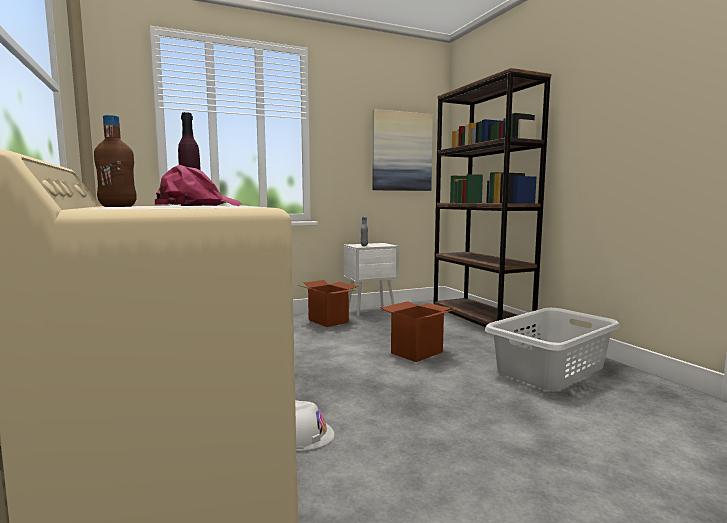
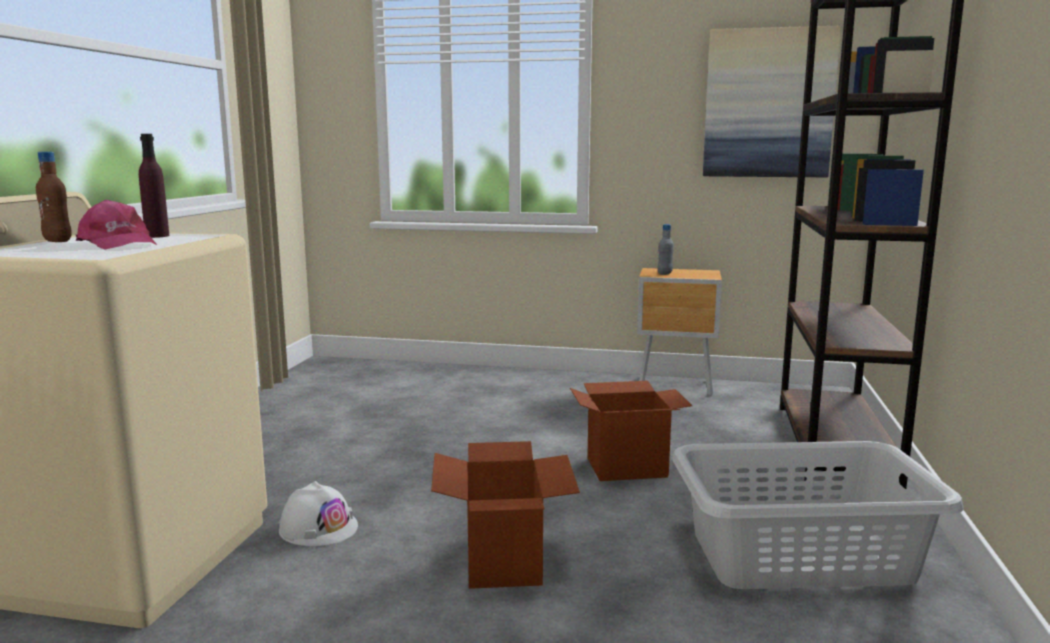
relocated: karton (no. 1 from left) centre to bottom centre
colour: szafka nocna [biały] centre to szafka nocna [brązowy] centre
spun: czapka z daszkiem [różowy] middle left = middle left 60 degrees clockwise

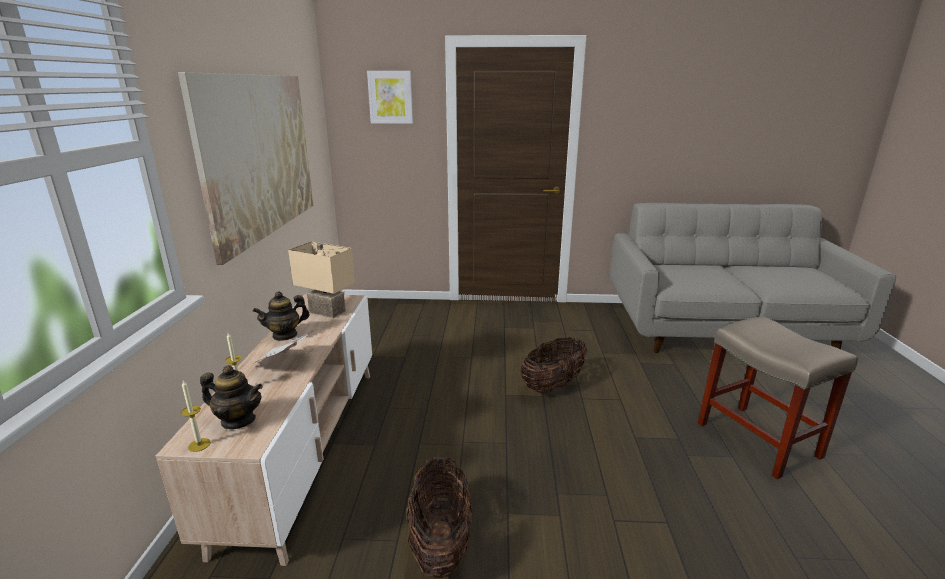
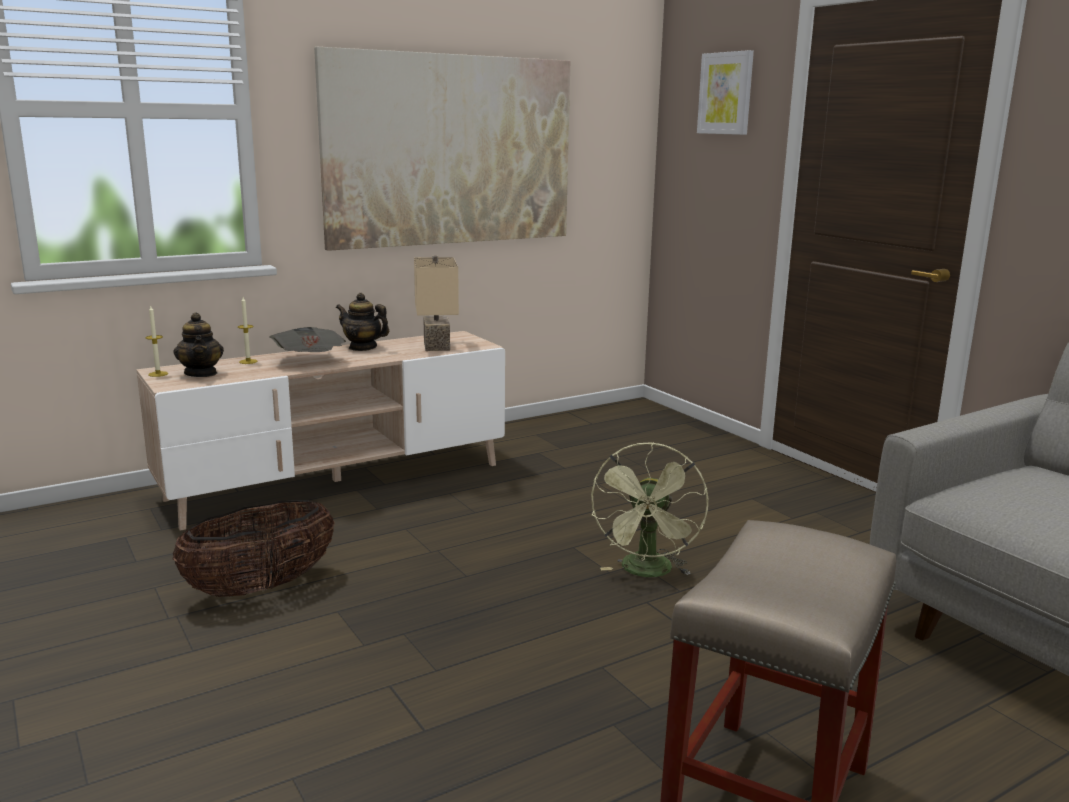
exchanged: koszyk (no. 2 from left) centre to wentylator [zielony] centre

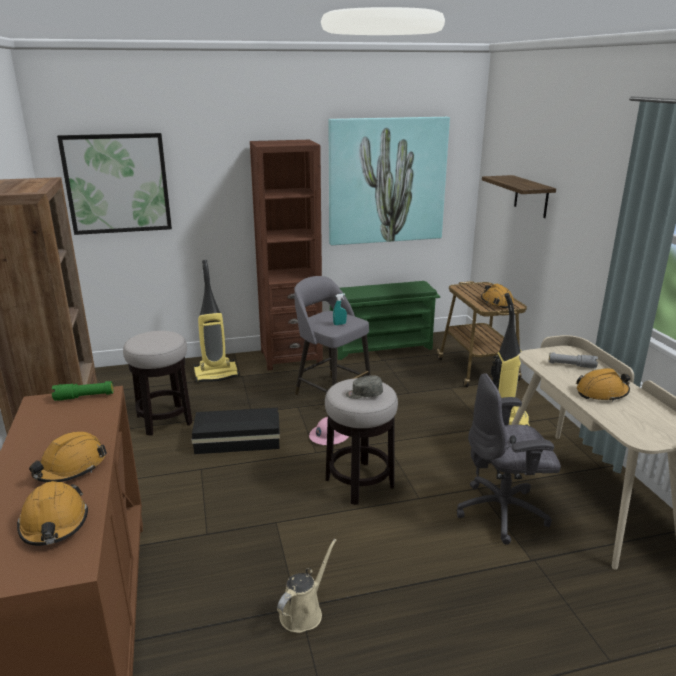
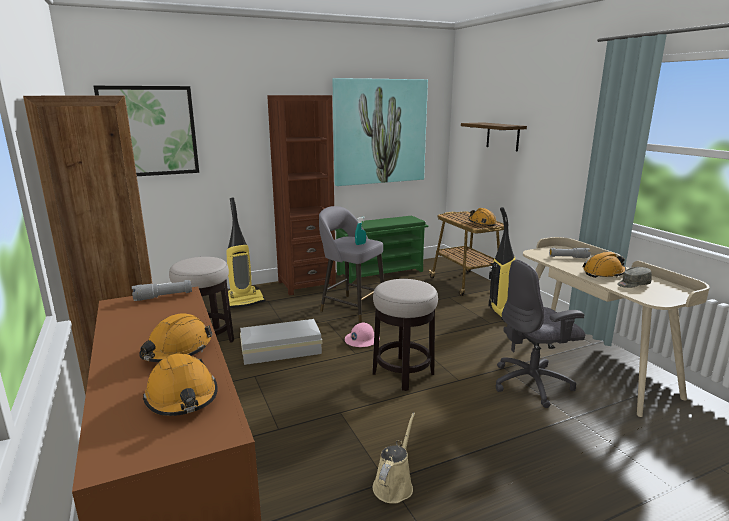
relocated: czapka z daszkiem [szary] centre to middle right
colour: latarka [zielony] middle left to latarka [szary] (no. 1 from left) middle left; pojemnik do przechowywania [czarny] centre to pojemnik do przechowywania [biały] centre

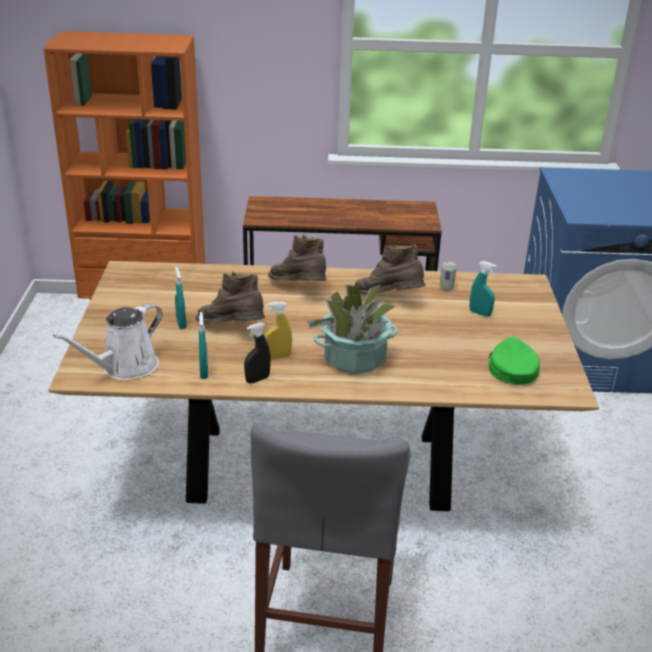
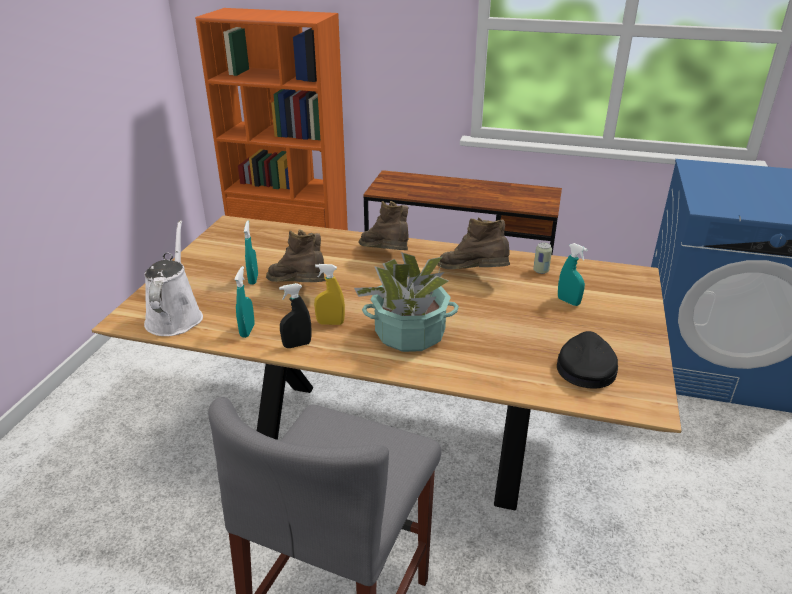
colour: czapka z daszkiem [zielony] middle right to czapka z daszkiem [czarny] middle right
spun: konewka [biały] middle left = middle left 120 degrees clockwise

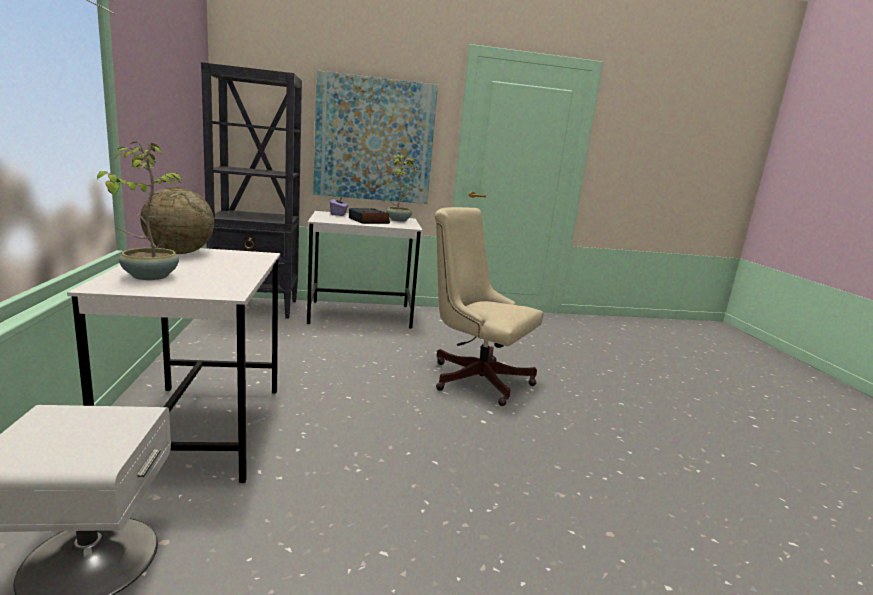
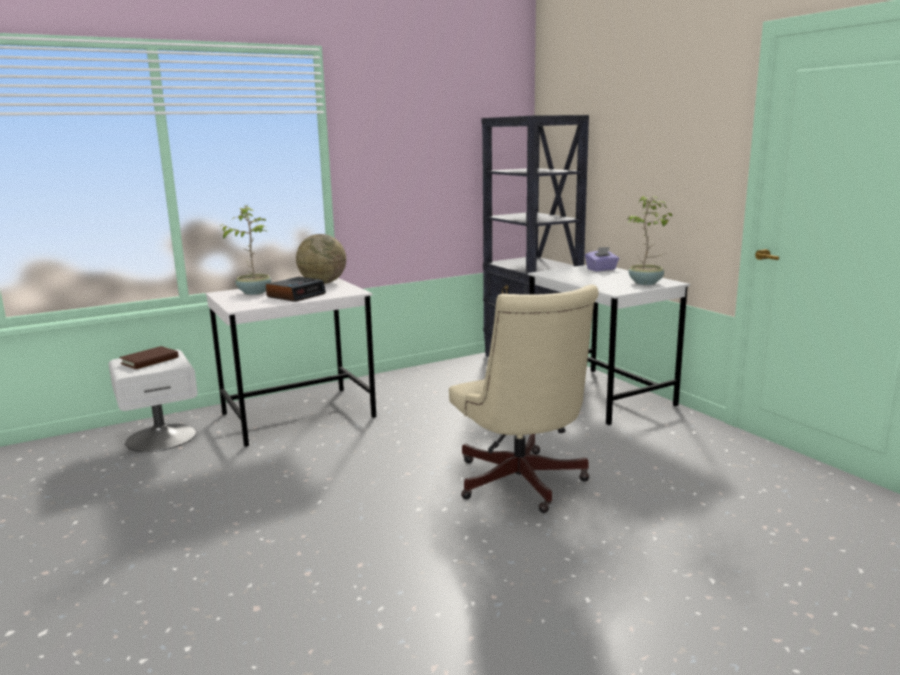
missing: obraz top centre
appeared: książka [brązowy] middle left
relocated: budzik centre to middle left
spun: krzesło biurowe [beżowy] centre = centre 150 degrees clockwise

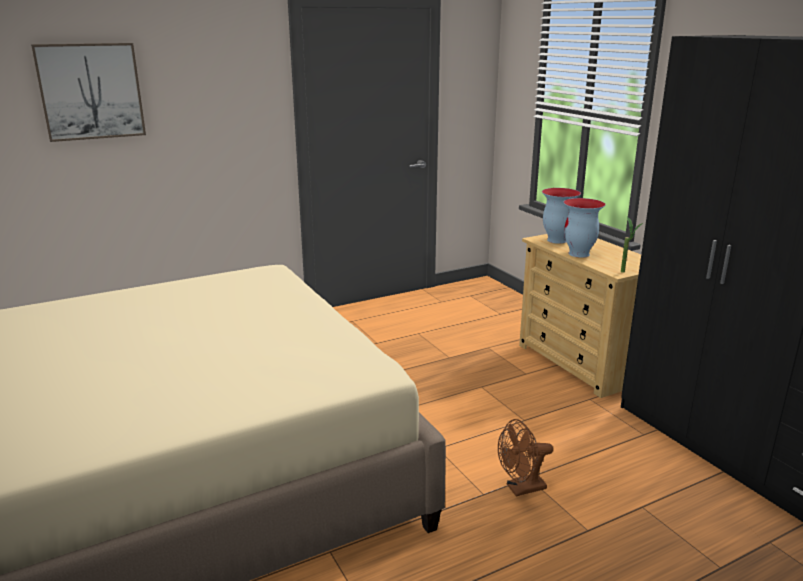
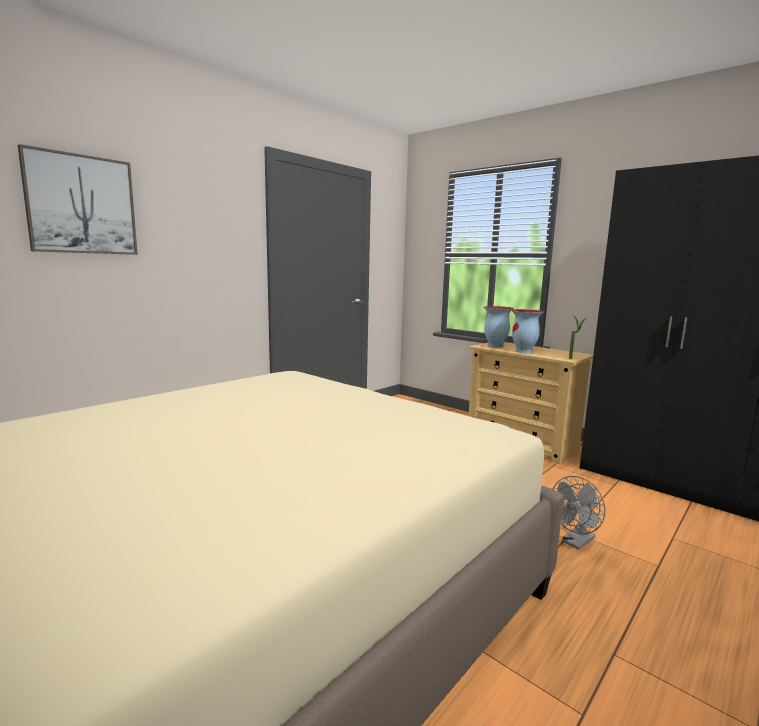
colour: wentylator [brązowy] bottom centre to wentylator [szary] bottom right

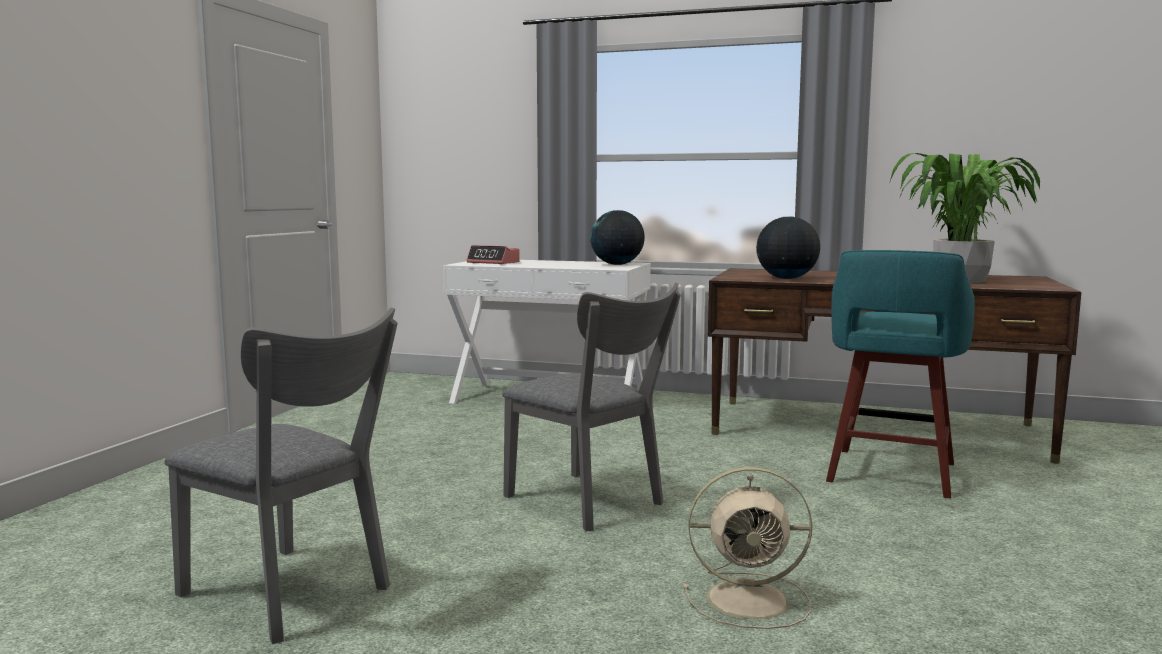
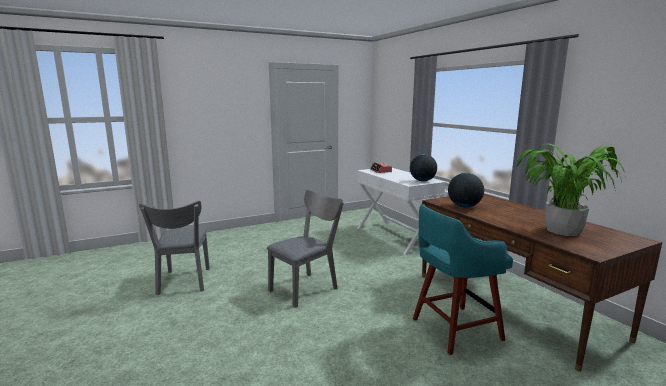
missing: wentylator [beżowy] bottom centre
spun: krzesło [szary] (no. 2 from left) centre = centre 135 degrees counterclockwise

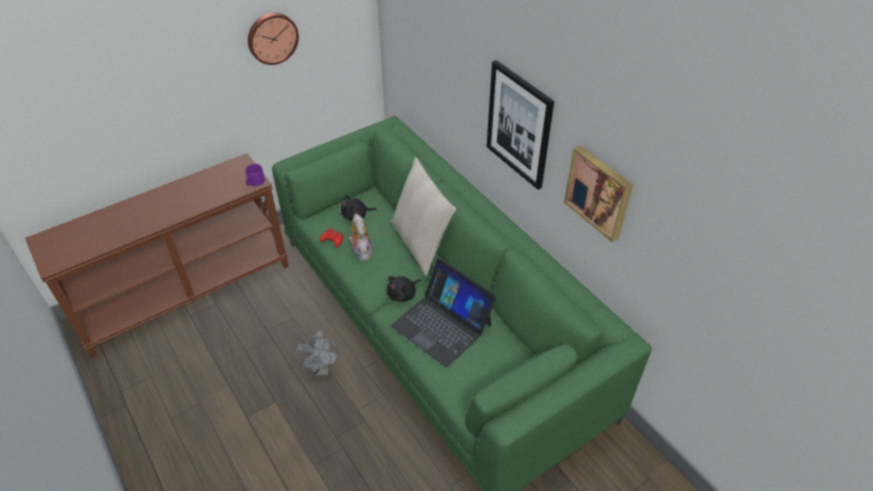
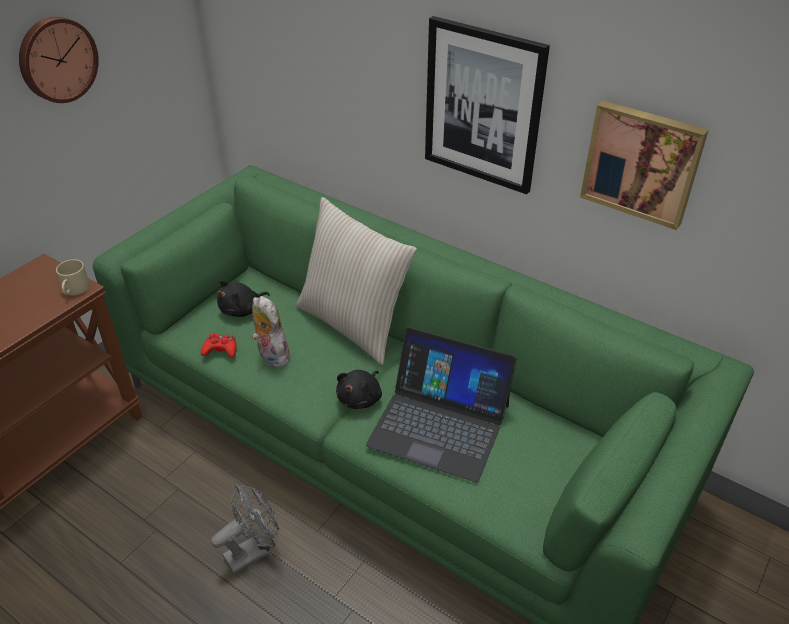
colour: kubek [fioletowy] middle left to kubek [beżowy] middle left
spun: wentylator [szary] bottom centre = bottom left 105 degrees counterclockwise

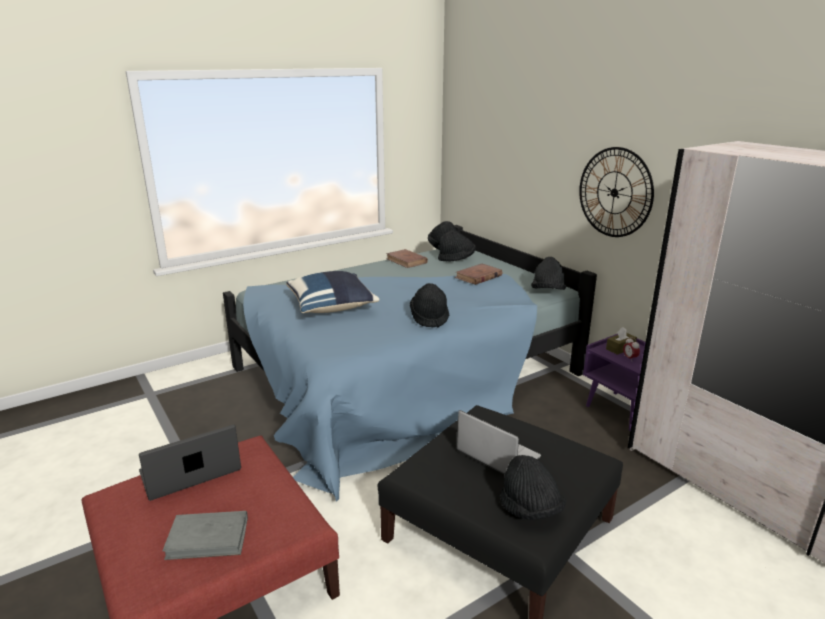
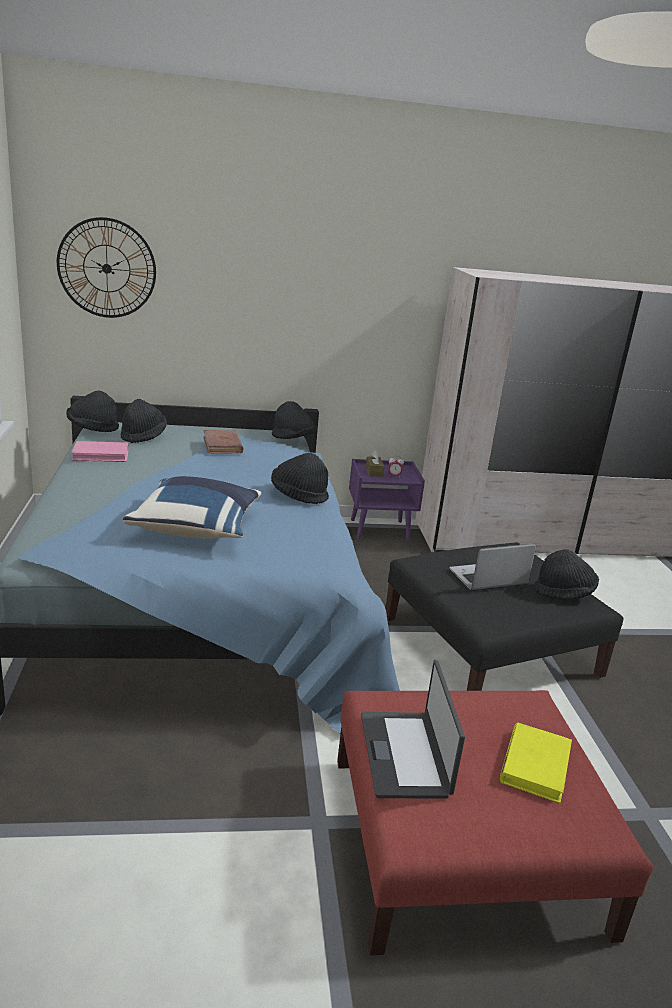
relocated: zegar ścienny top right to top left
colour: książka [brązowy] (no. 1 from left) centre to książka [różowy] middle left; książka [szary] bottom left to książka [żółty] bottom right

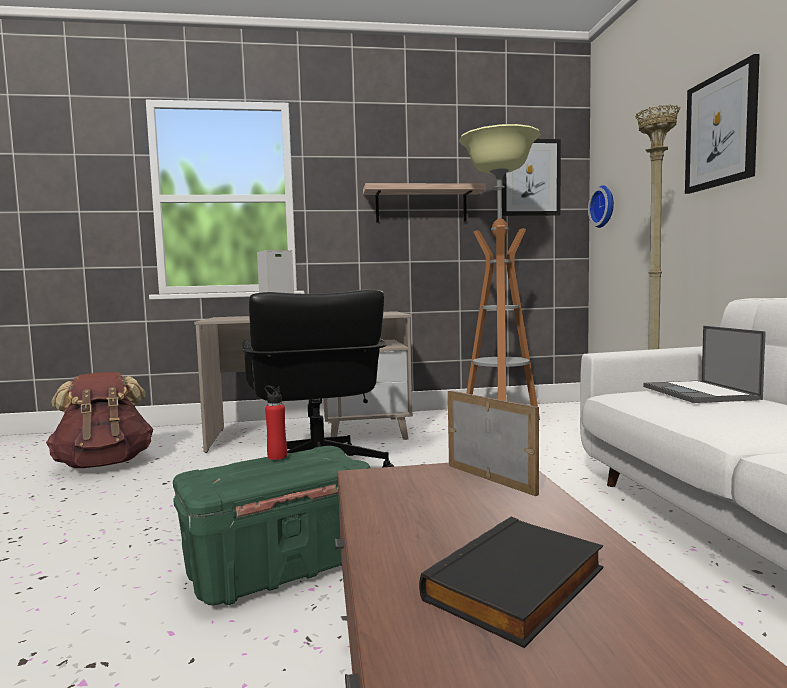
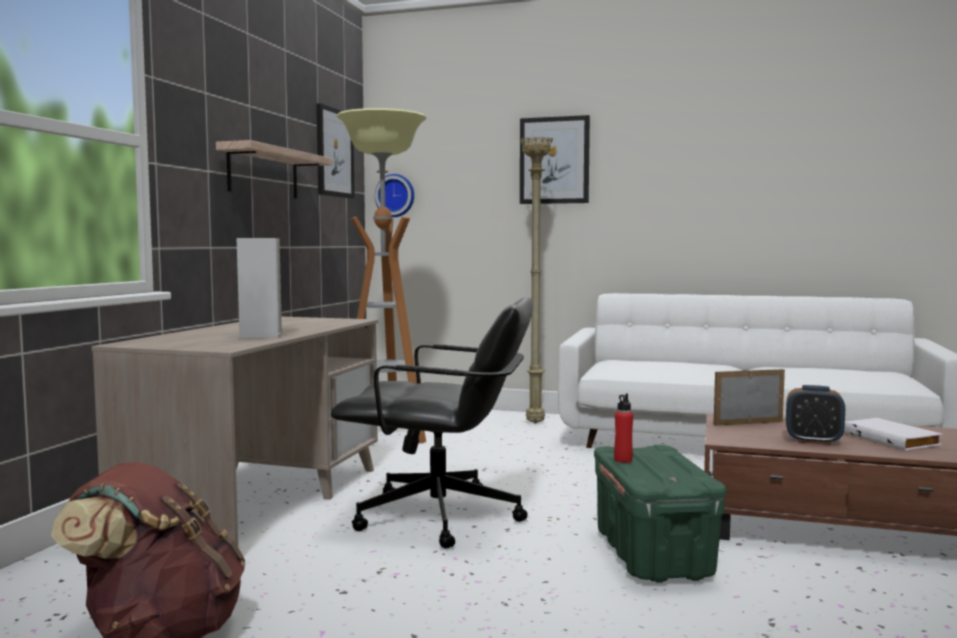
missing: laptop middle right
appeared: budzik middle right
colour: książka [czarny] bottom centre to książka [biały] bottom right

